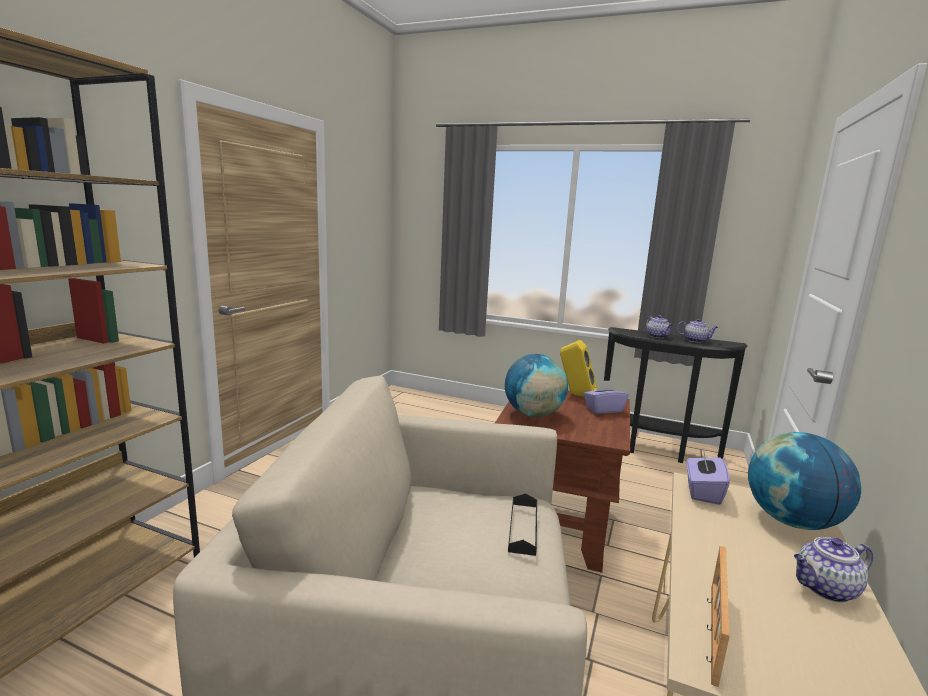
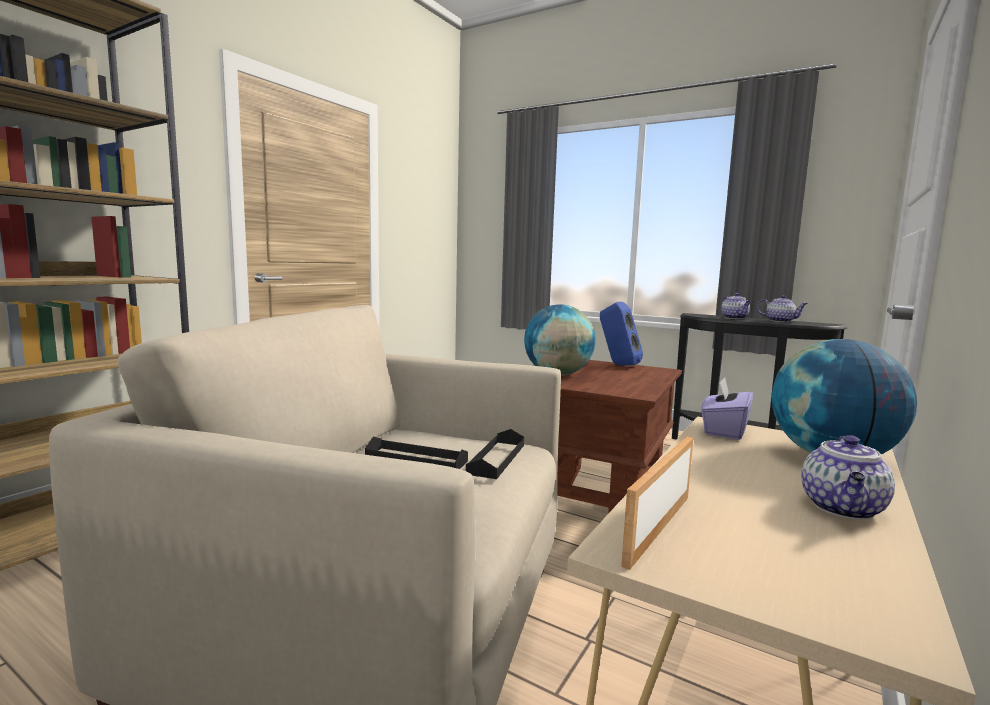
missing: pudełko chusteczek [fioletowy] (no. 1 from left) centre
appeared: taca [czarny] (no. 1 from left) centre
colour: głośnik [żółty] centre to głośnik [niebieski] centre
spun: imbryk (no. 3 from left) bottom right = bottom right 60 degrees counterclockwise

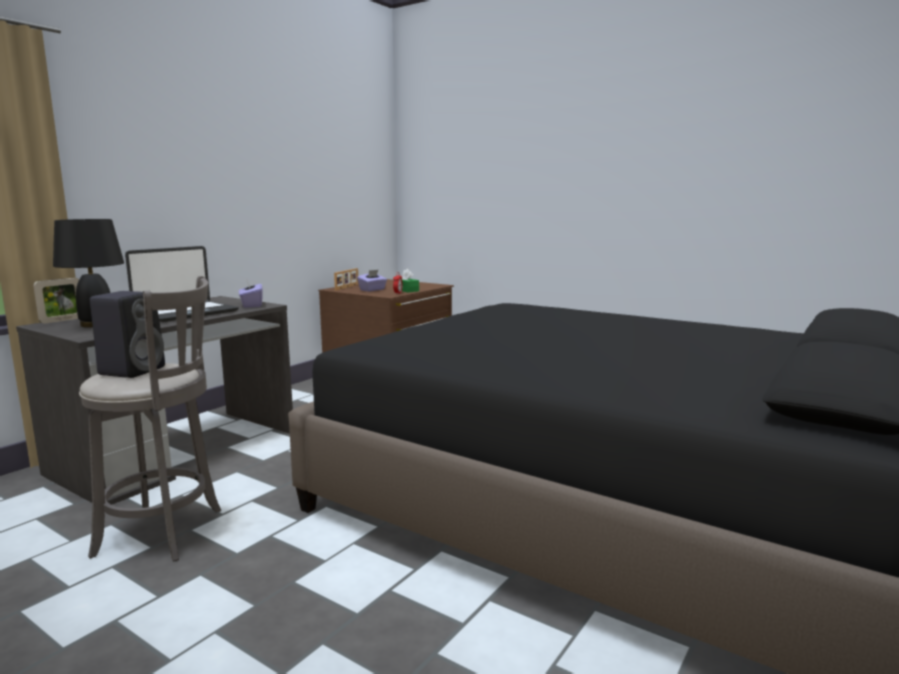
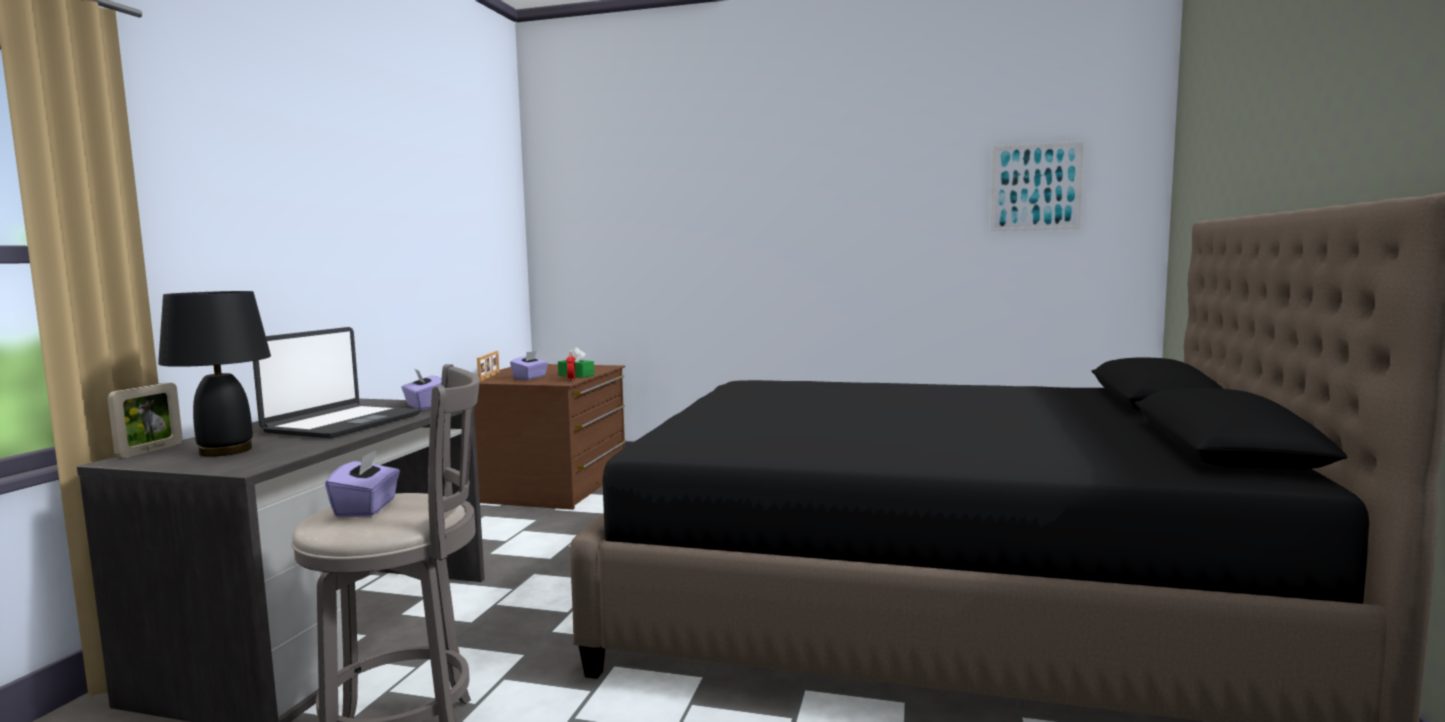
appeared: obraz top right
exchanged: głośnik [czarny] middle left to pudełko chusteczek [fioletowy] (no. 1 from left) bottom left

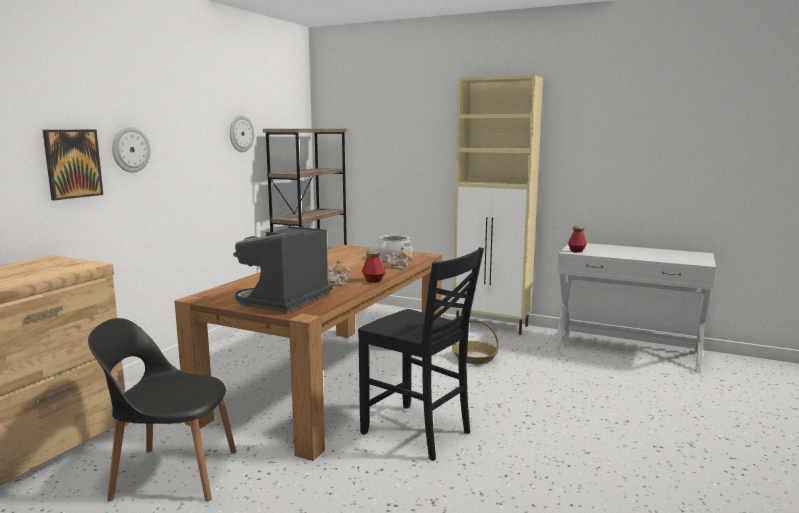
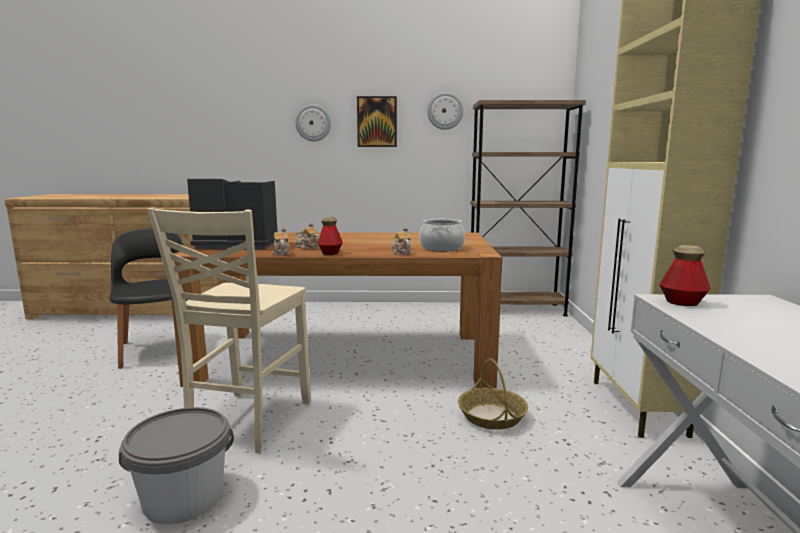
appeared: imbryk (no. 1 from left) centre; wiadro [szary] bottom left
relocated: obraz top left to top centre
colour: krzesło [czarny] (no. 2 from left) bottom centre to krzesło [beżowy] middle left

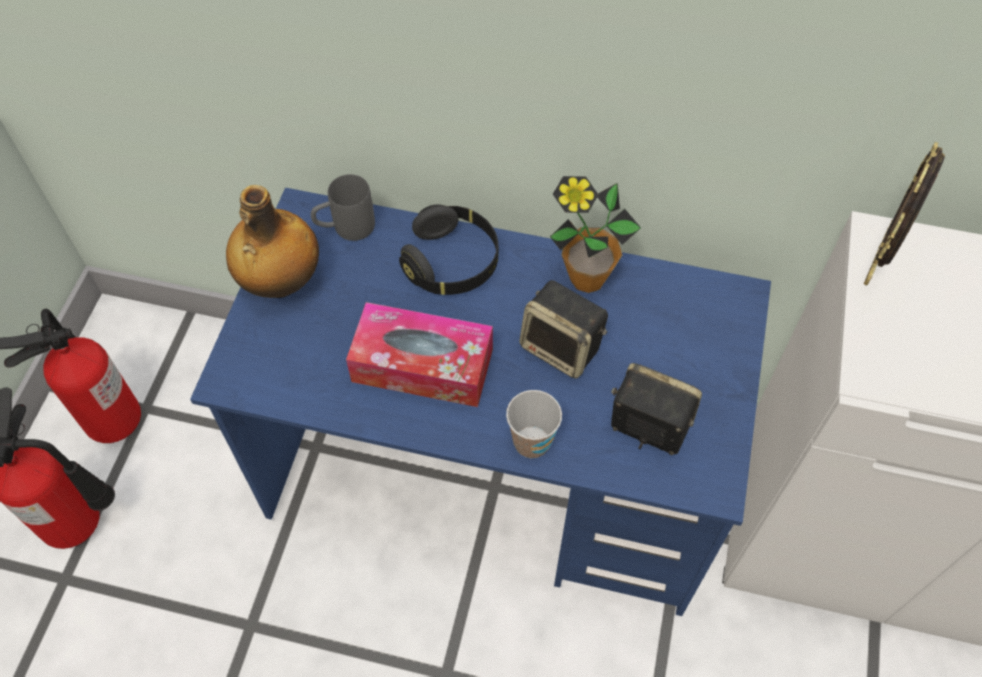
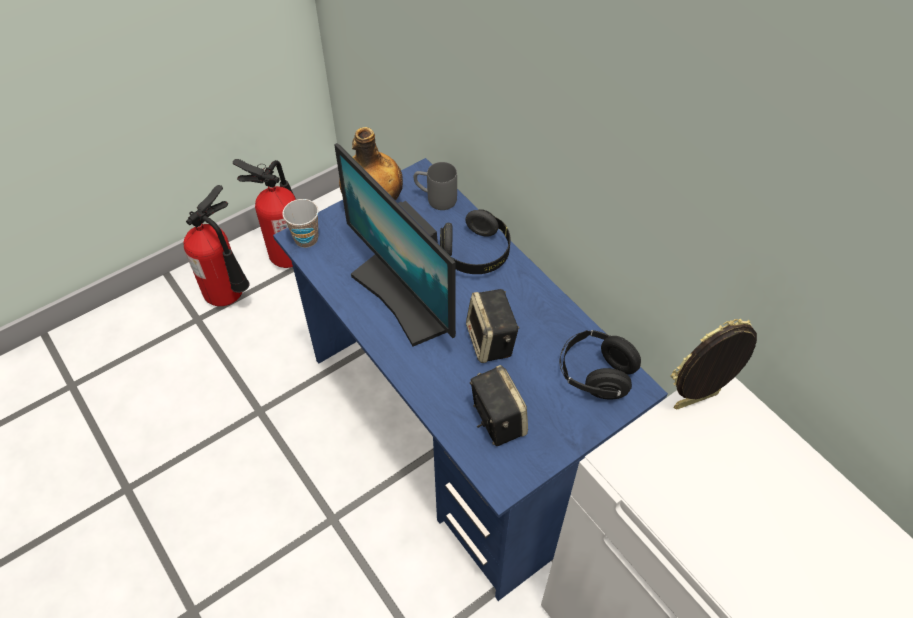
missing: roślina doniczkowa centre
appeared: słuchawki [czarny] (no. 2 from left) centre
relocated: filiżanka centre to middle left
exchanged: pudełko chusteczek centre to monitor centre

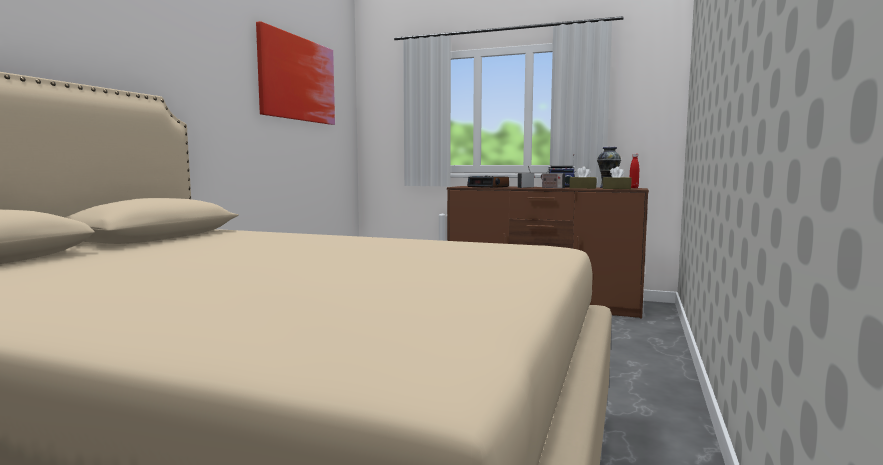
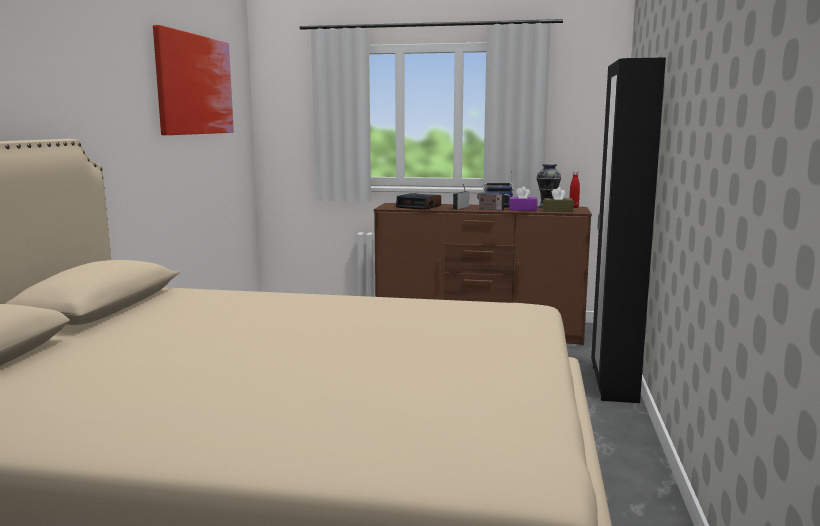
appeared: szafa [czarny] middle right
colour: pudełko chusteczek [brązowy] (no. 1 from left) centre to pudełko chusteczek [fioletowy] centre

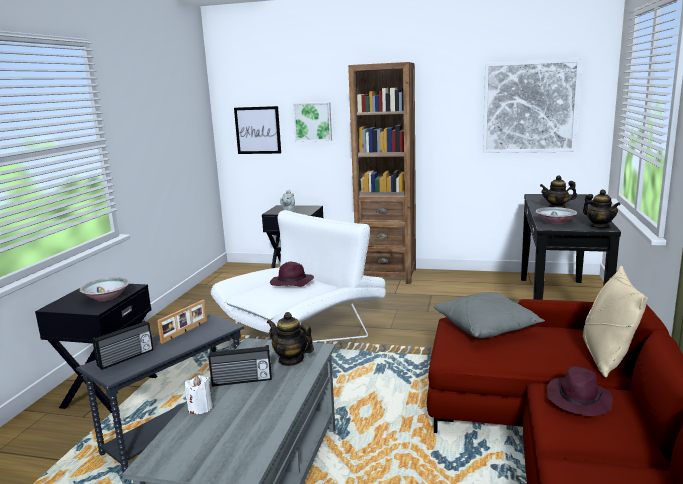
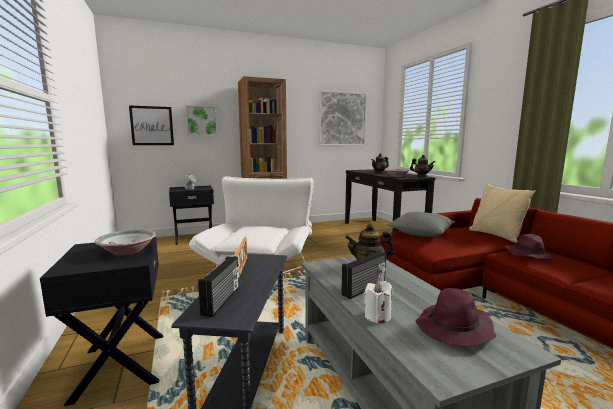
relocated: kapelusz [fioletowy] (no. 1 from left) centre to bottom right

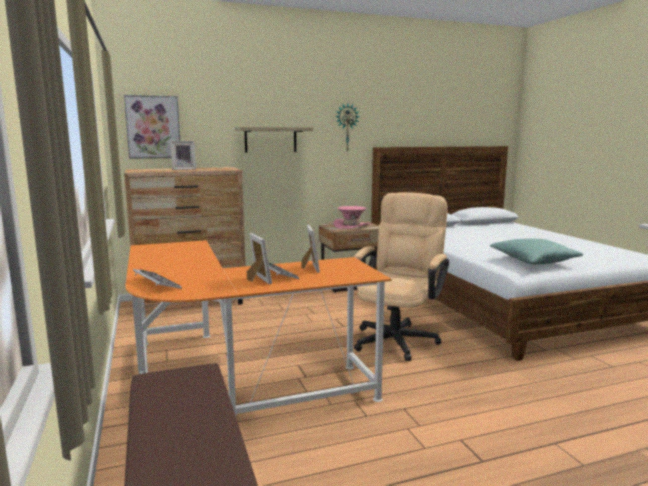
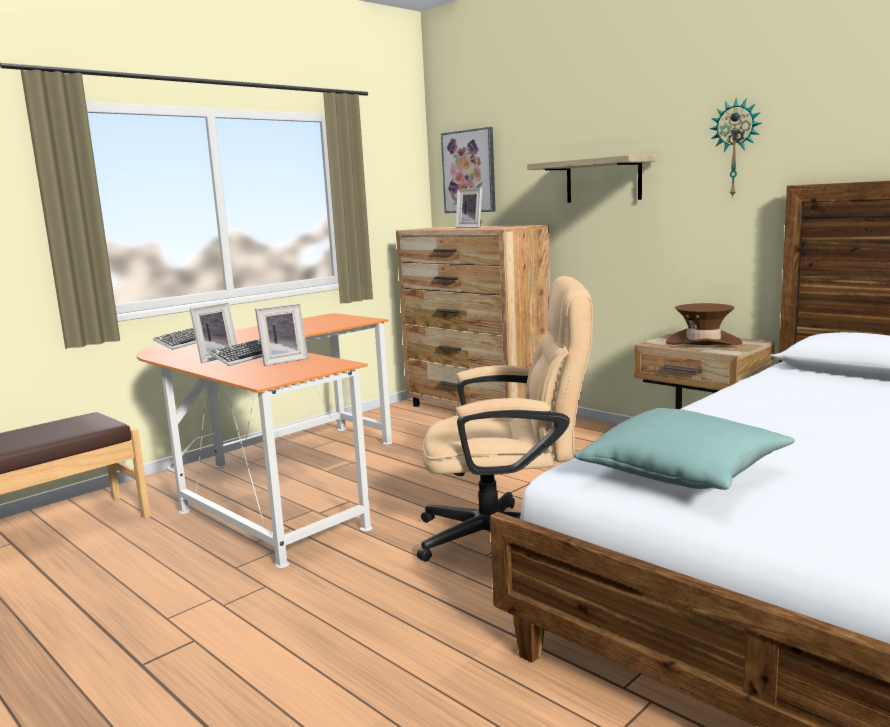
colour: kapelusz [różowy] centre to kapelusz [brązowy] middle right

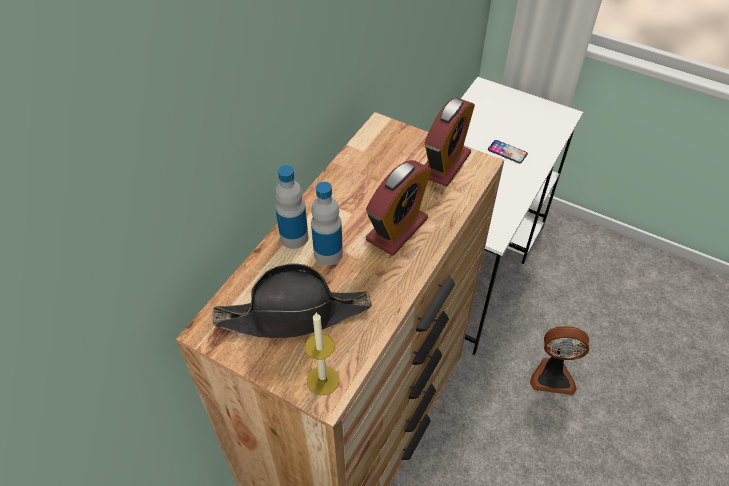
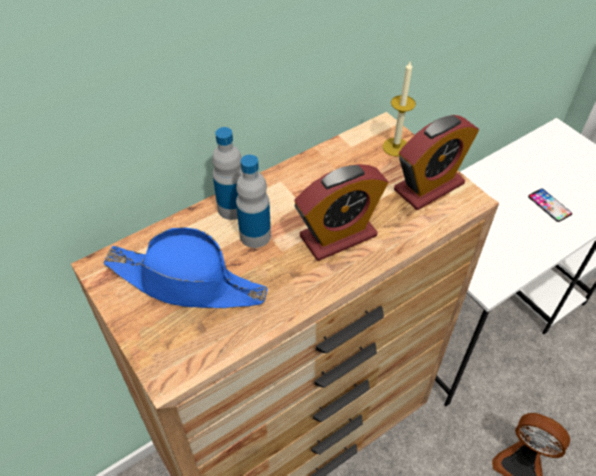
relocated: świeca bottom centre to top right
colour: kapelusz [czarny] centre to kapelusz [niebieski] middle left

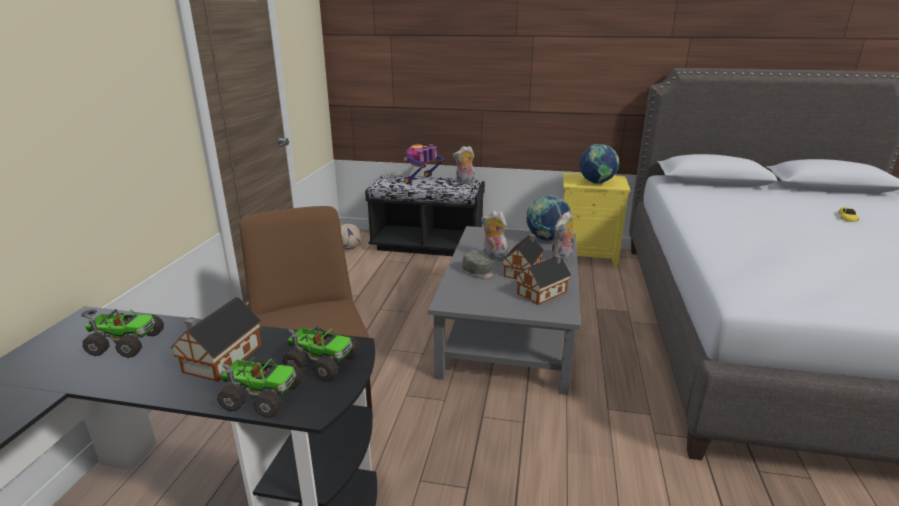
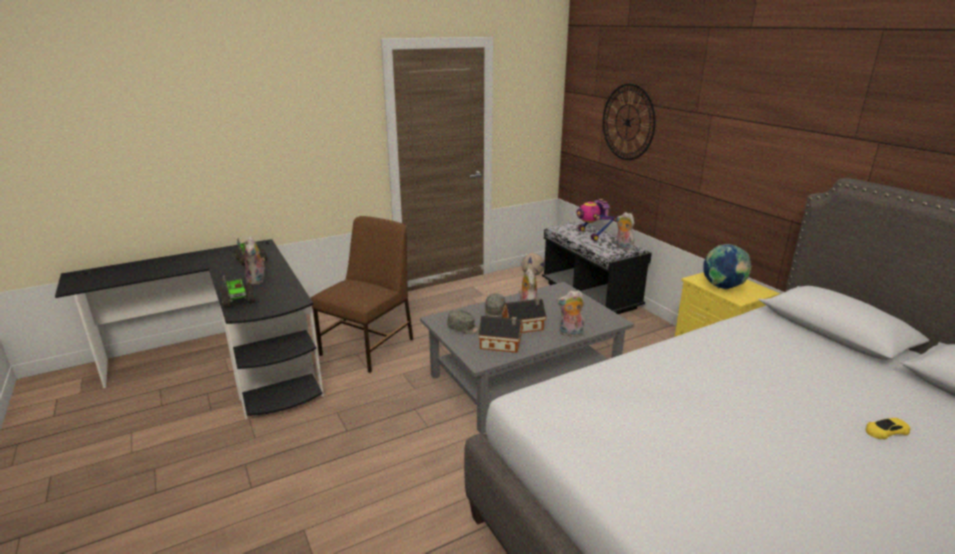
missing: globus (no. 1 from left) centre; ciężarówka zabawkowa (no. 3 from left) bottom centre
appeared: zegar ścienny top centre; czapka z daszkiem [szary] (no. 1 from left) centre
exchanged: domek (no. 1 from left) bottom left to pluszak (no. 1 from left) middle left
spun: robot zabawkowy top centre = centre 105 degrees counterclockwise

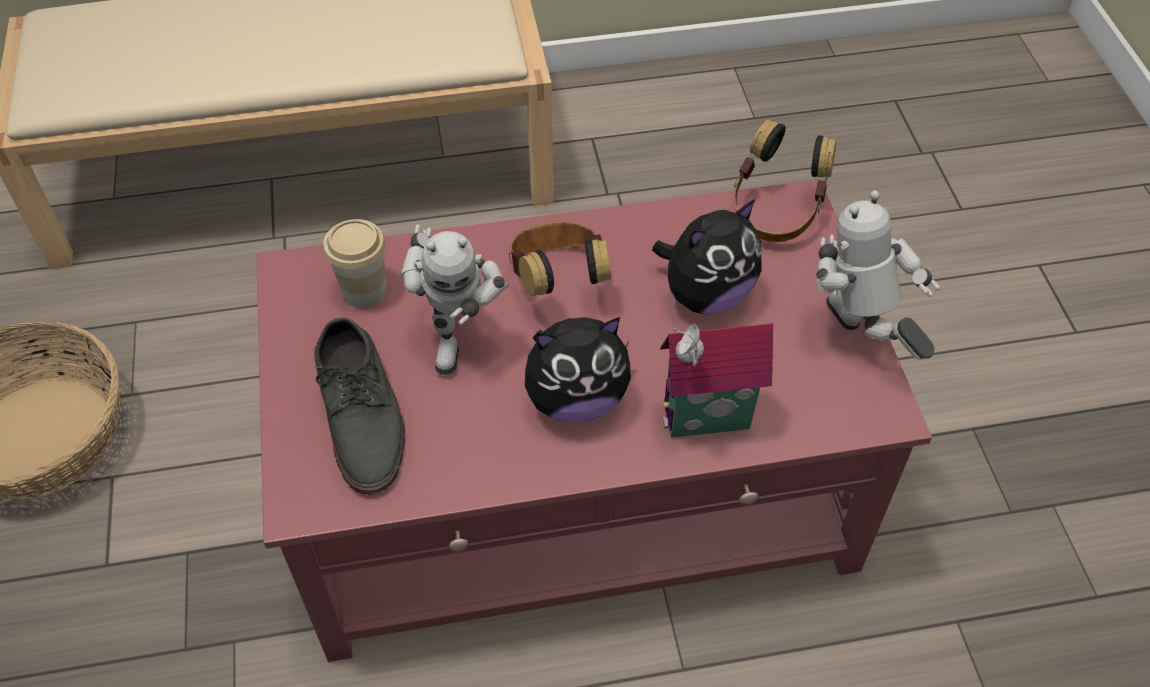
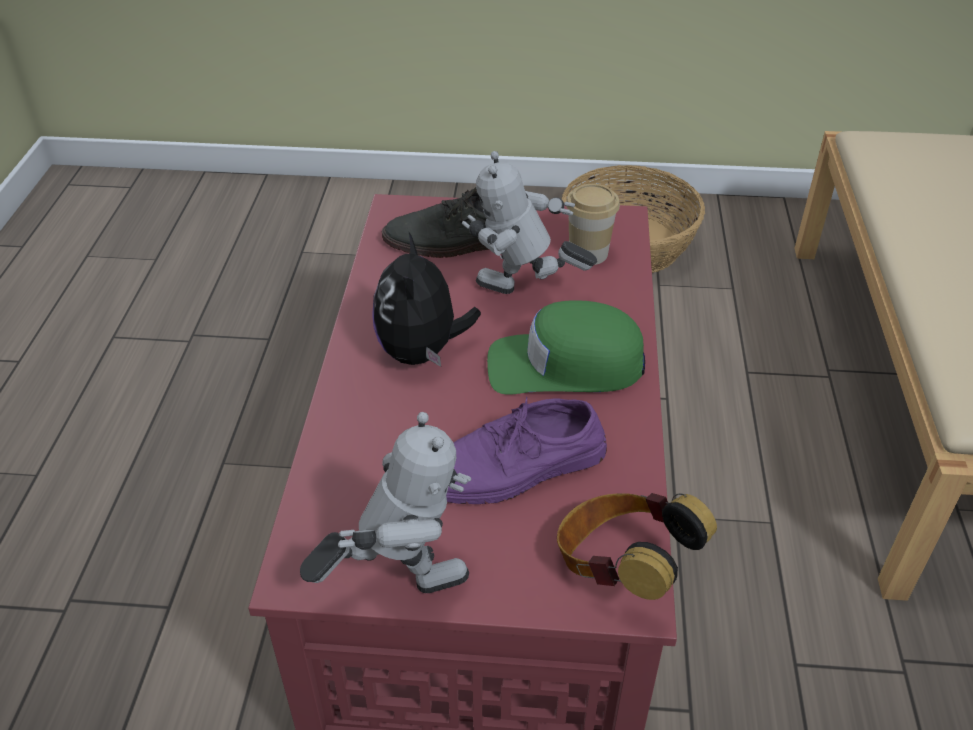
missing: domek centre
exchanged: pluszak (no. 2 from left) centre to but [fioletowy] centre; słuchawki (no. 1 from left) centre to czapka z daszkiem [zielony] centre

